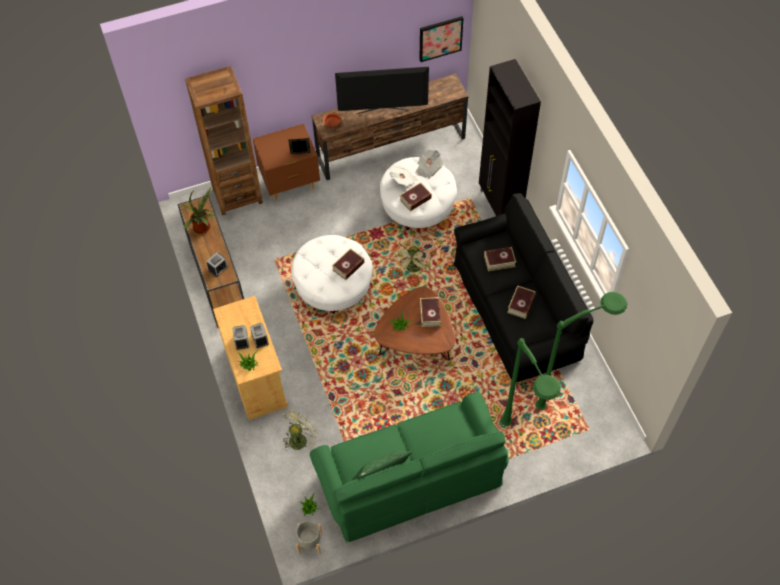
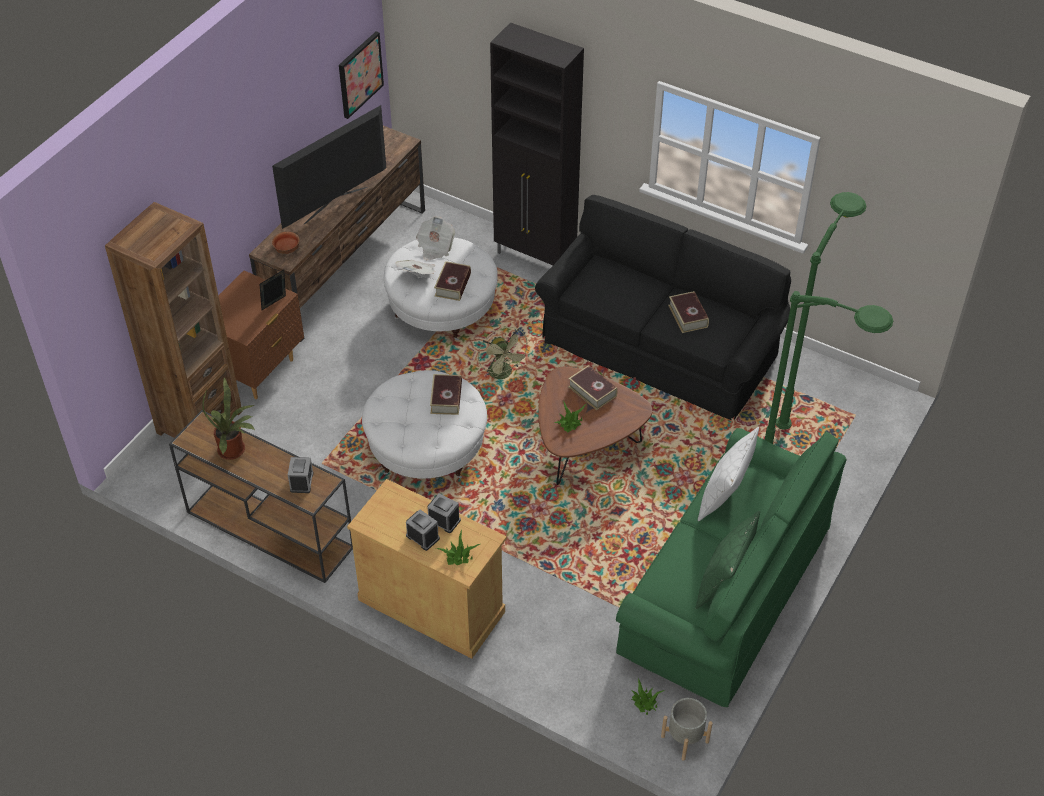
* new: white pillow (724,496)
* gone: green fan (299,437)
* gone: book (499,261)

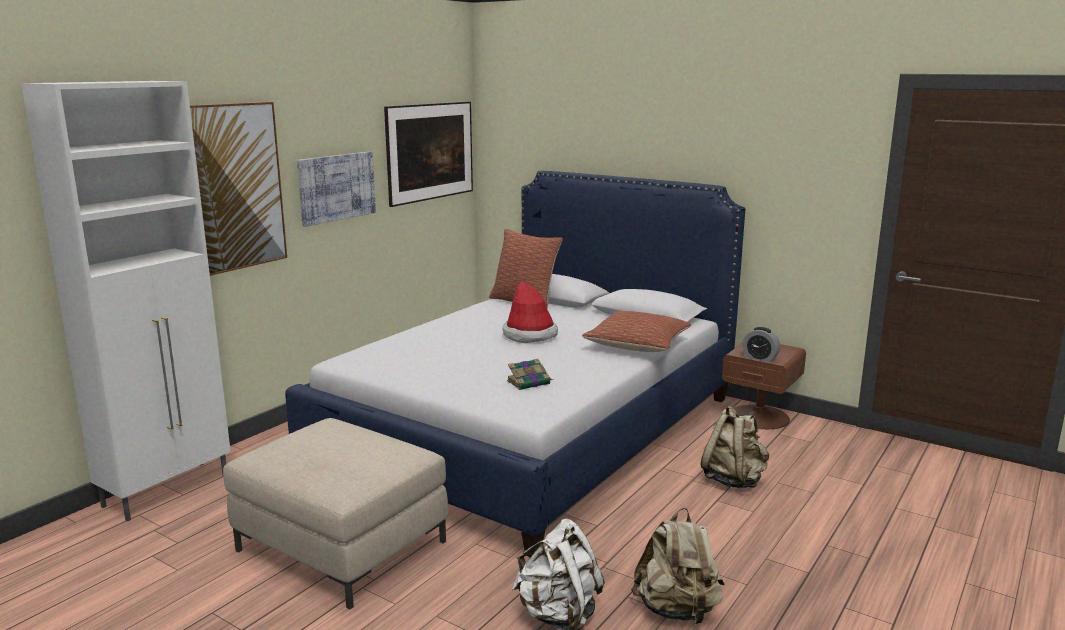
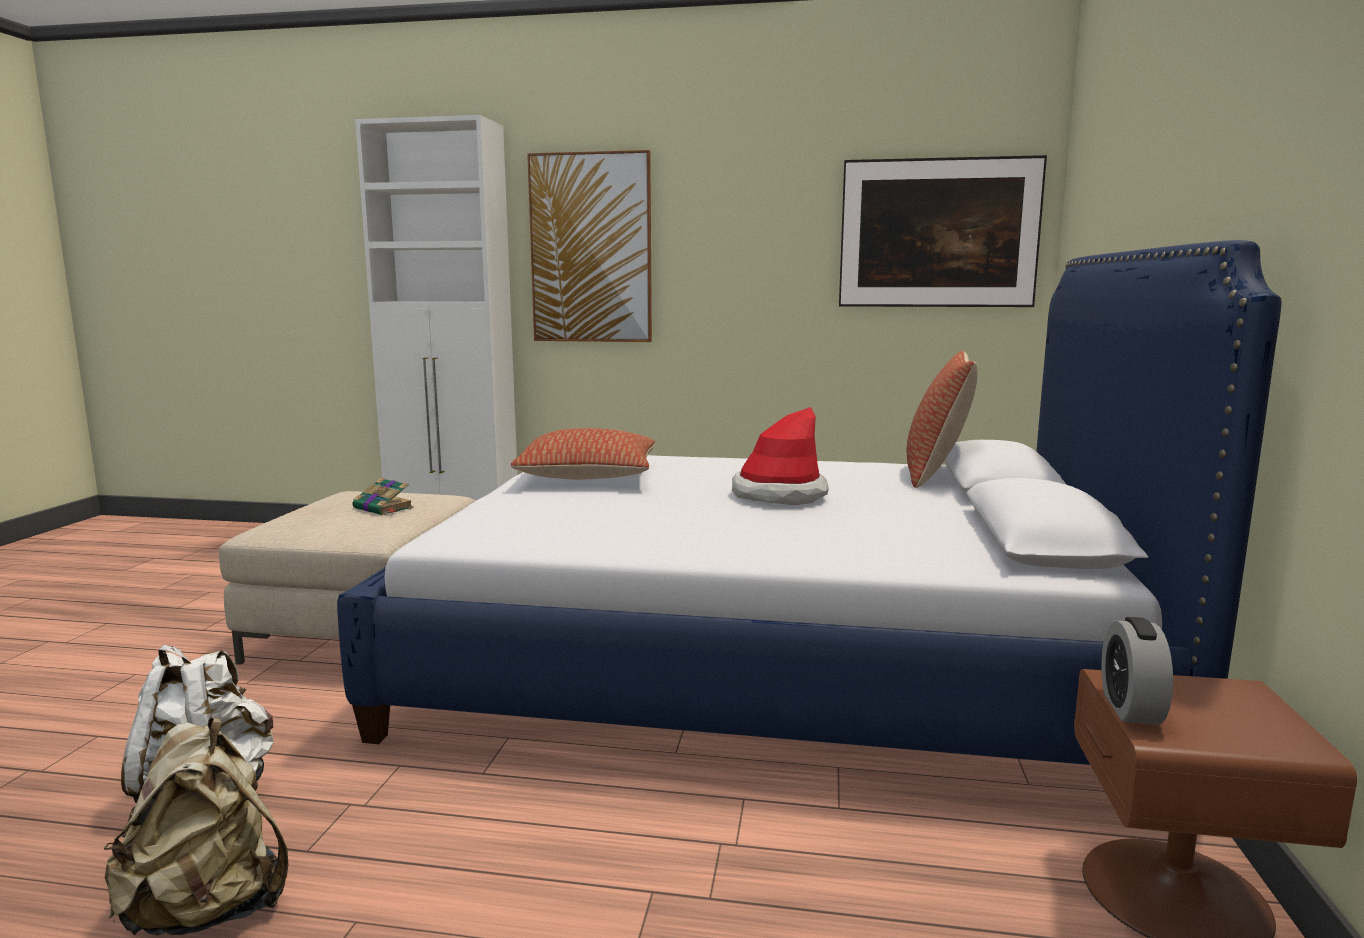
* shifted: book (529,382) to (384,508)
* shifted: pillow (637,345) to (588,476)
* gone: picture (336,187)
* gone: beige backpack (733,480)

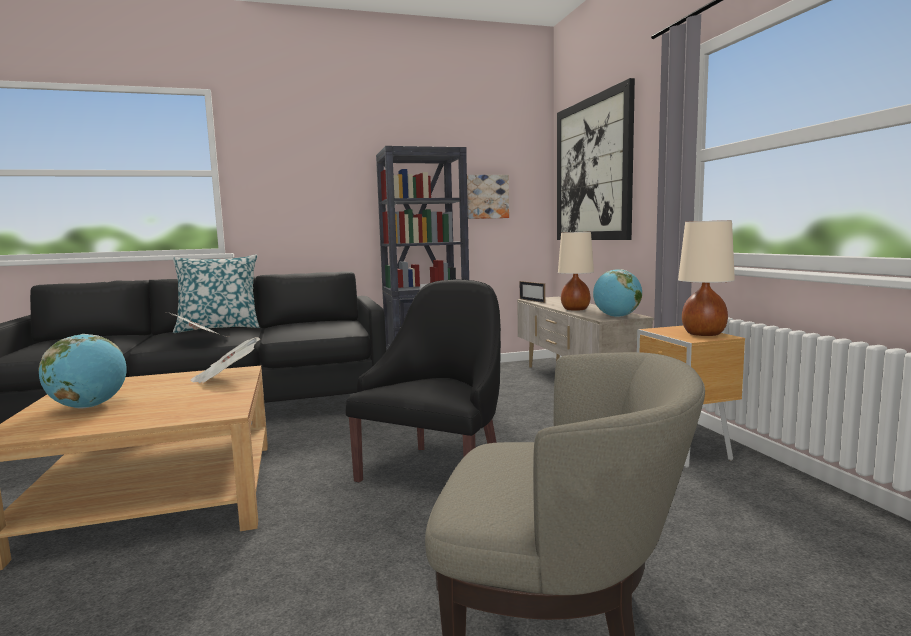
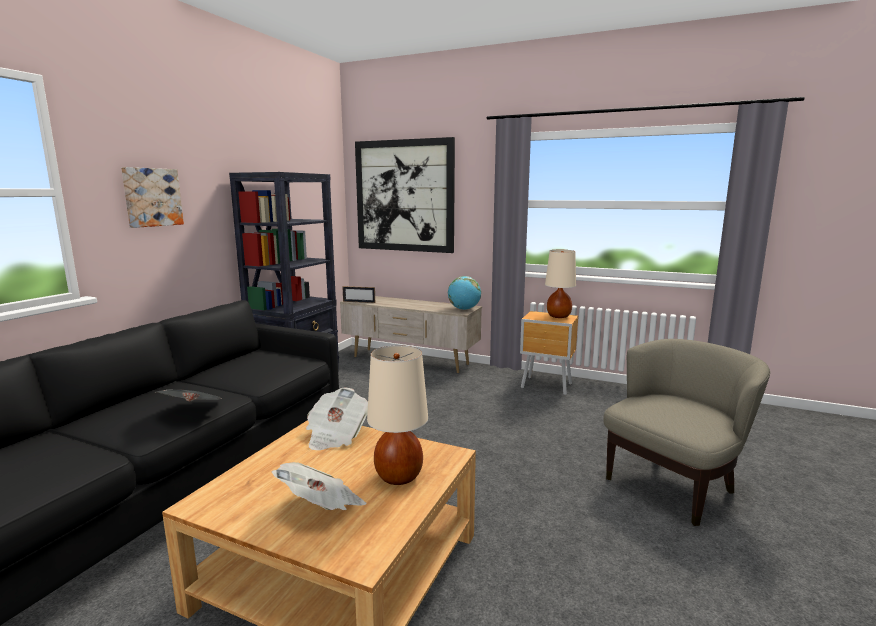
* shifted: picture (487,197) to (151,197)
* swapped: globe (89,406) to newspaper (322,507)
* shifted: beige table lamp (575,309) to (399,477)
* gone: pillow (219,328)
* gone: black armchair (437,471)

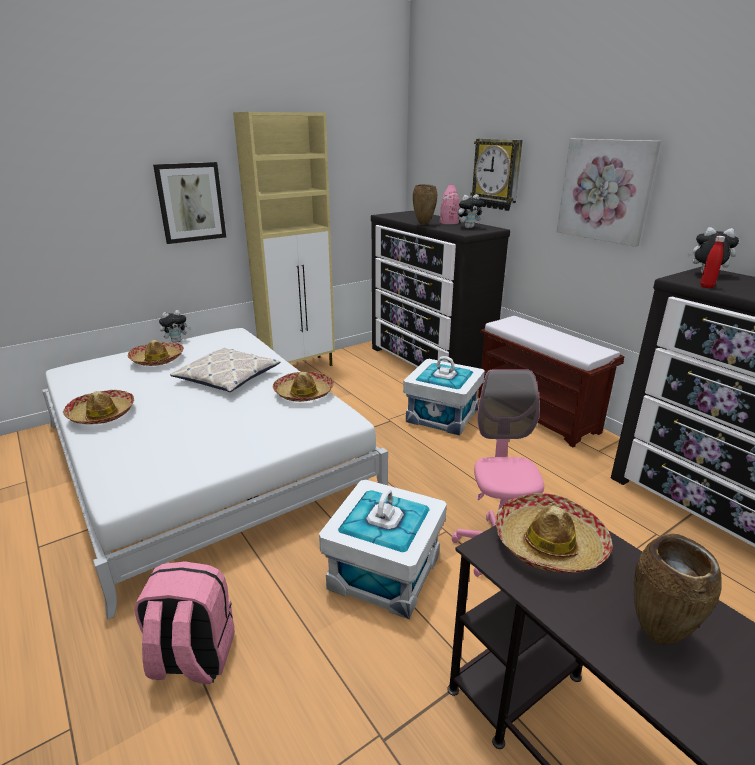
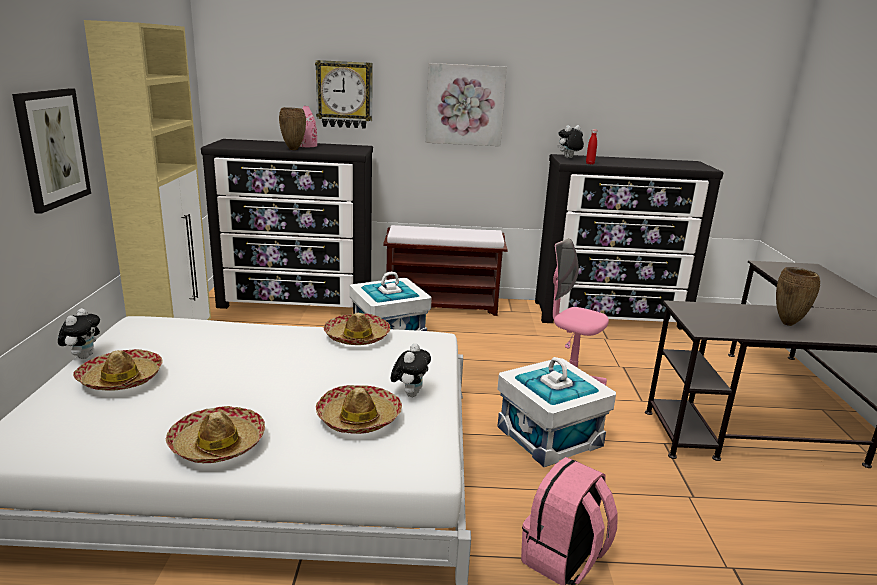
* shifted: hat (549,544) to (359,418)
* shifted: plush toy (469,227) to (410,393)
* gone: pillow (228,377)

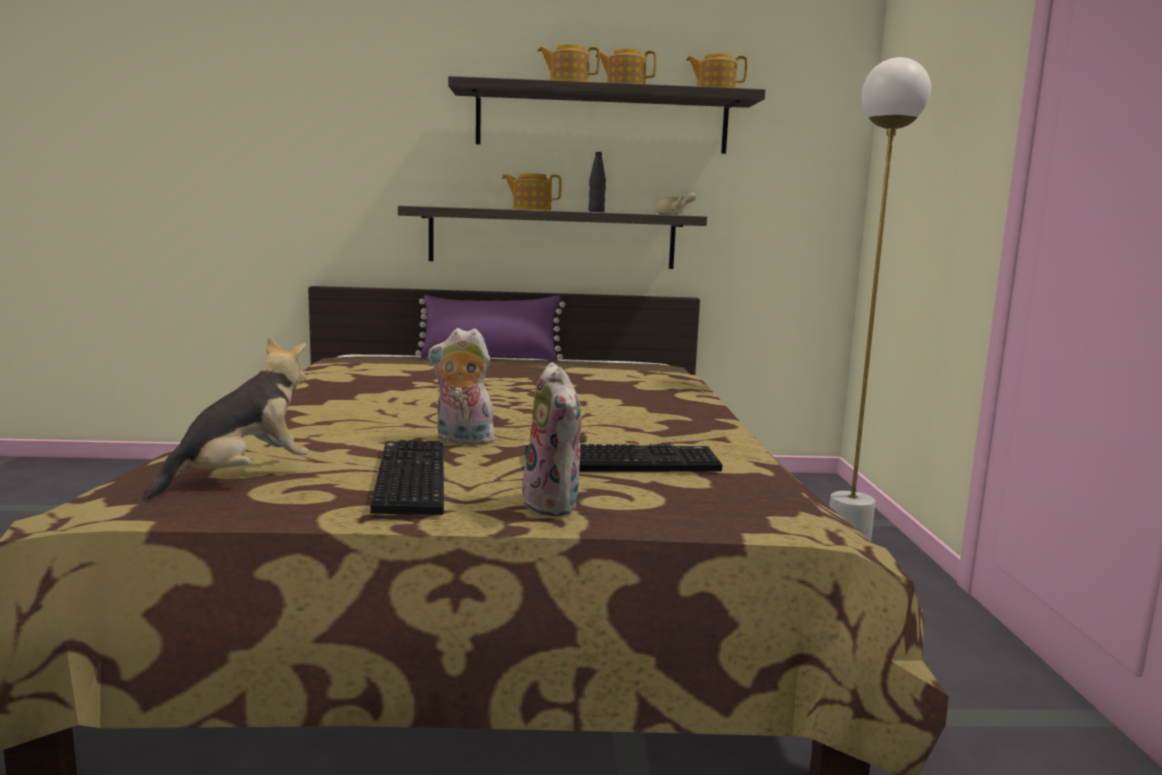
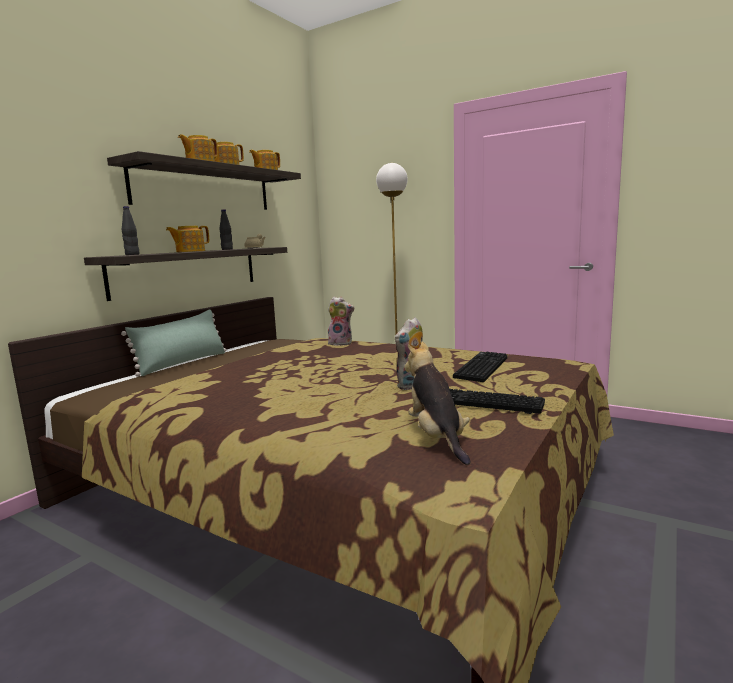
* repainted: purple pillow (490,357) to green pillow (182,363)
* new: black bottle (132,254)
* shifted: plush toy (556,505) to (341,343)

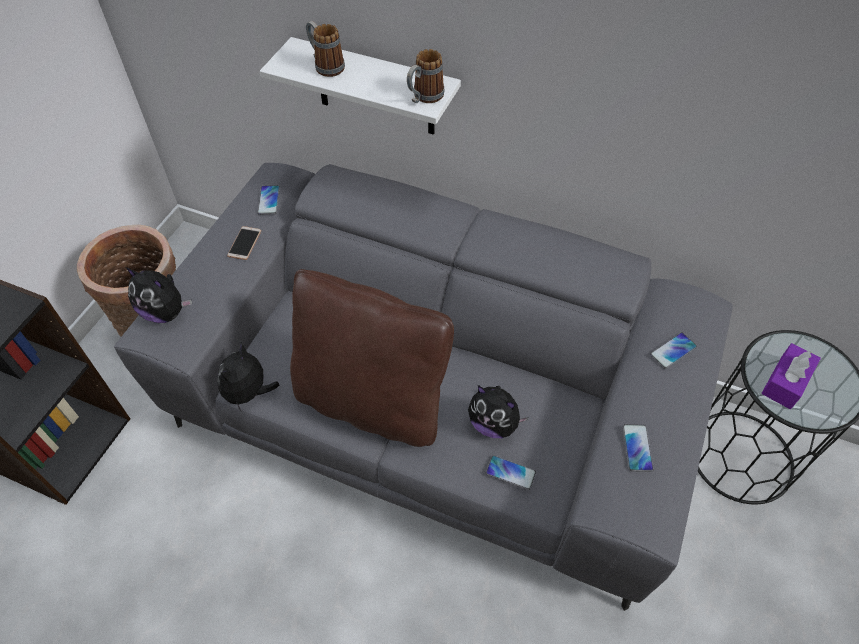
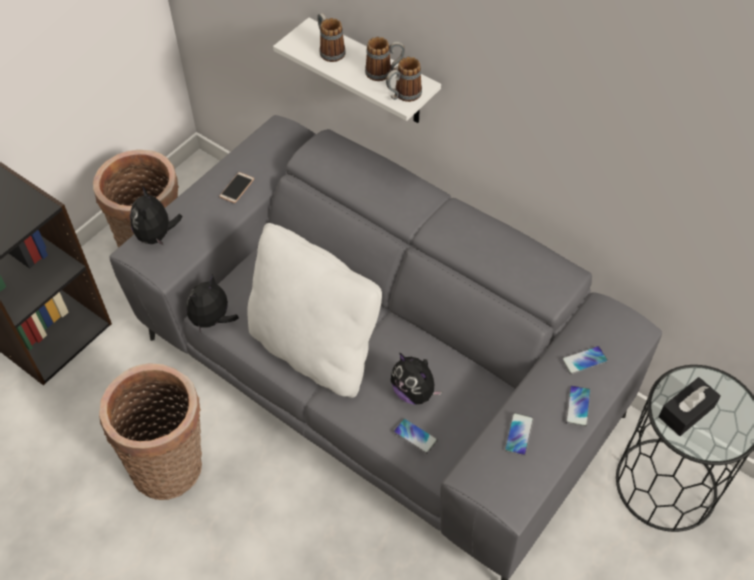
* new: basket (172,465)
* rotated: plush toy (166,312) = (157,236) 45 degrees clockwise
* repainted: brown pillow (371,401) to white pillow (314,349)
* new: mug (384,72)
* shifted: phone (269,200) to (578,406)
* repainted: purple tissue box (786,382) to black tissue box (686,412)

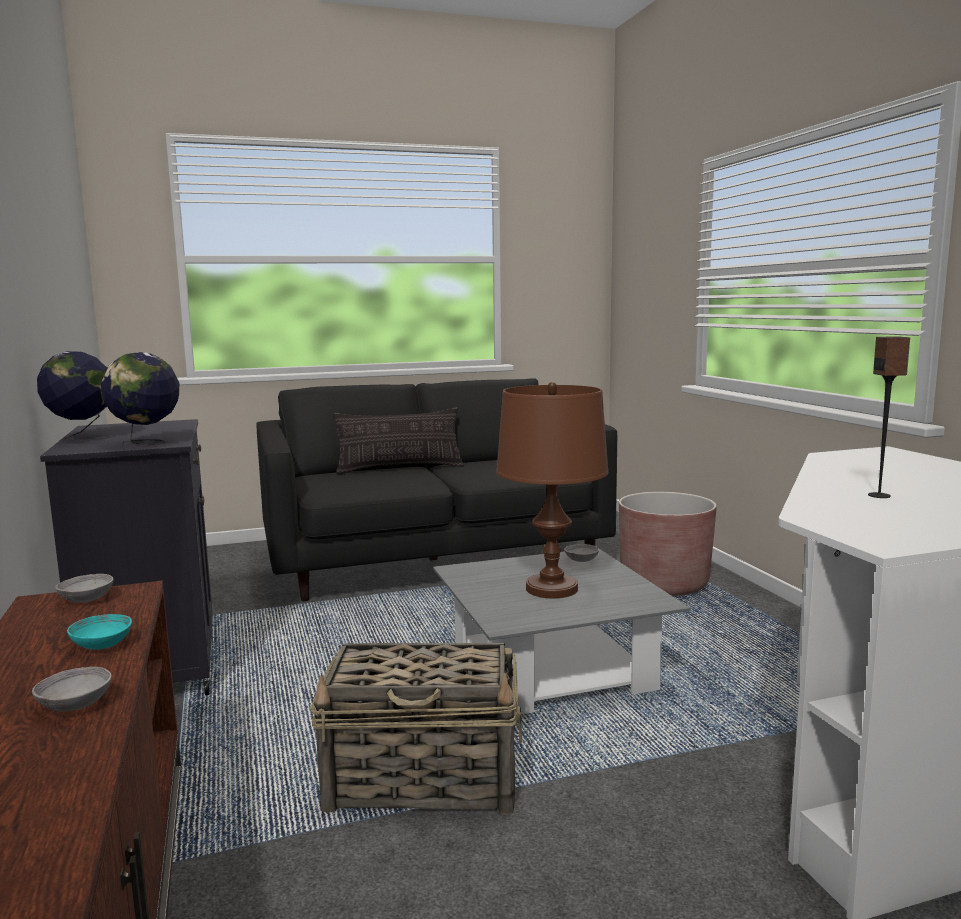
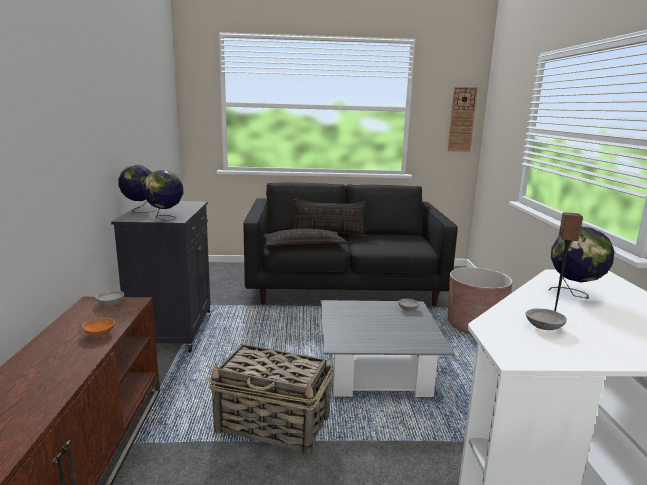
* repainted: turquoise bowl (102,645) to orange bowl (99,334)
* new: pillow (303,245)
* new: wall clock (462,119)
* shifted: grey bowl (75,705) to (544,327)
* new: globe (574,294)
* gone: brown table lamp (551,589)

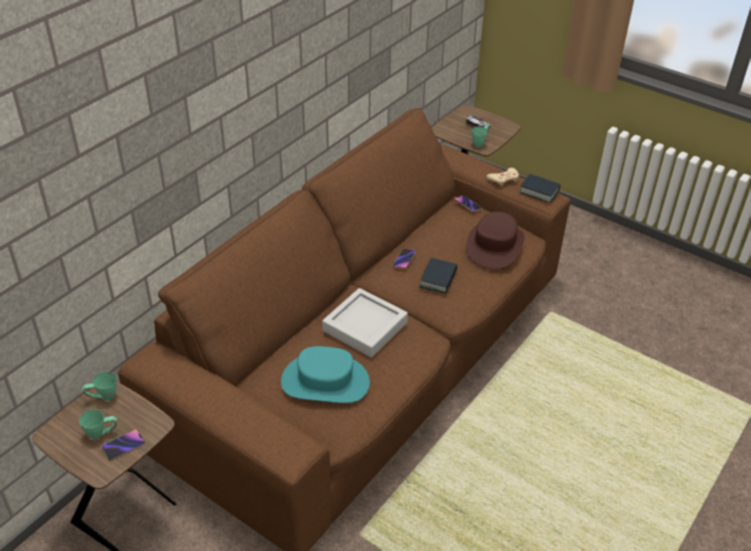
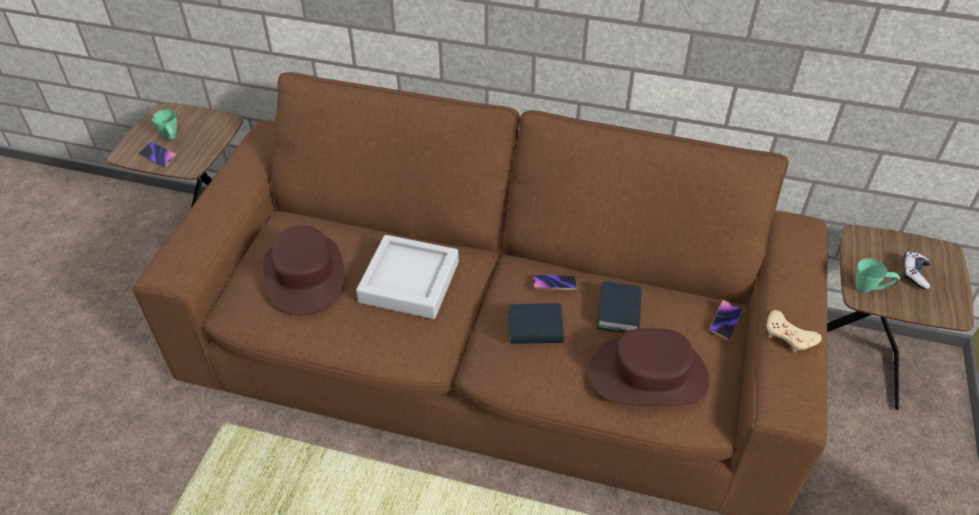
* repainted: turquoise hat (325,382) to brown hat (305,274)
* shifted: book (539,191) to (619,311)
* gone: green mug (103,397)

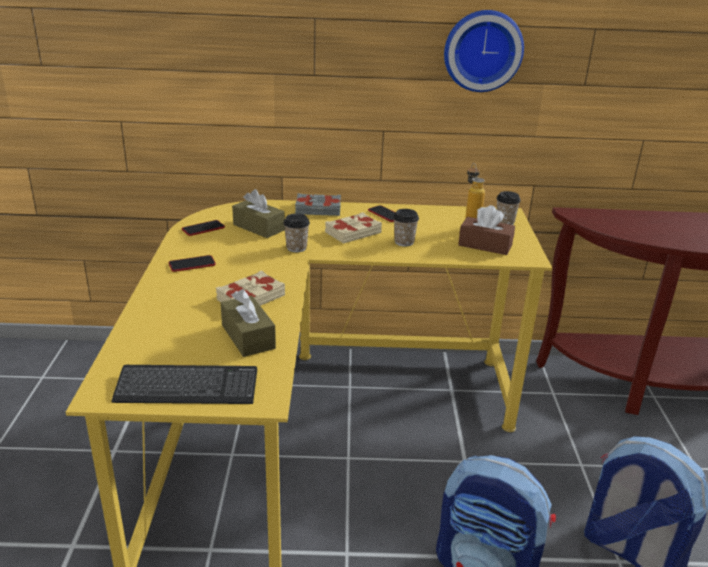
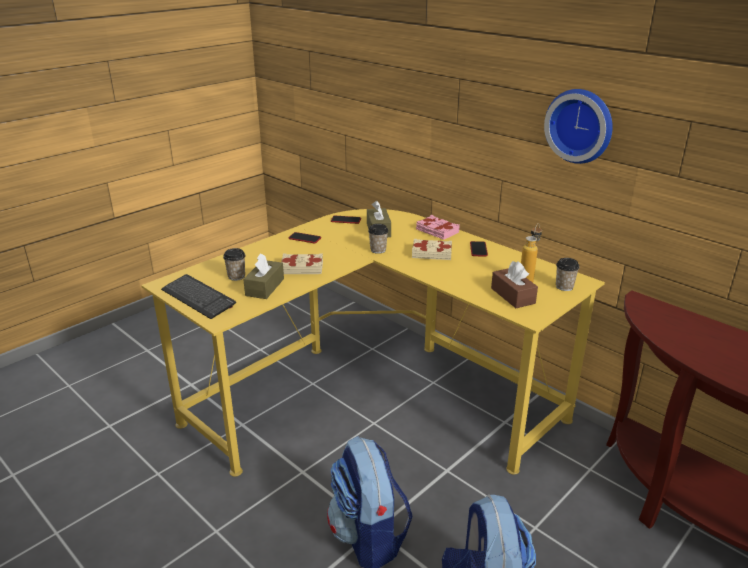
* shifted: cup (404,242) to (236,276)
* repainted: grey book (318,209) to pink book (437,231)

